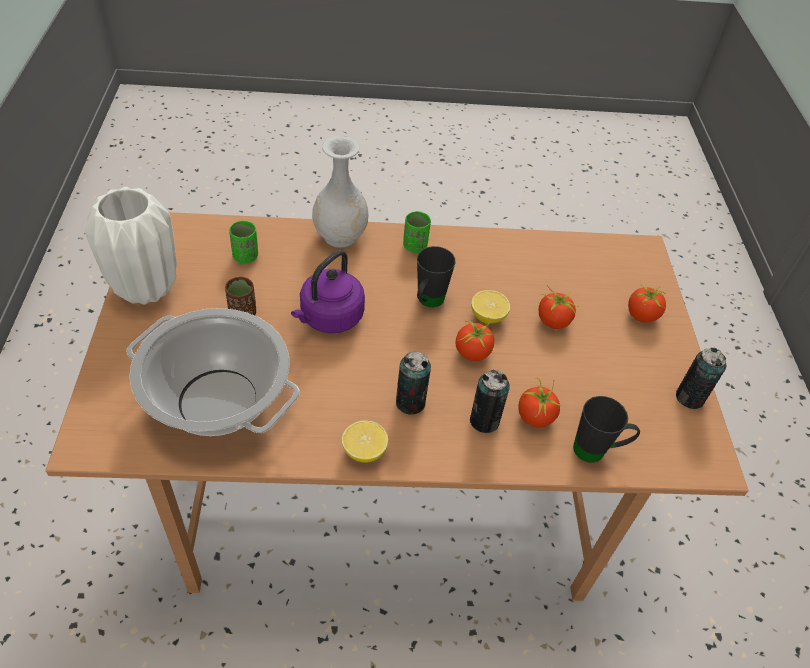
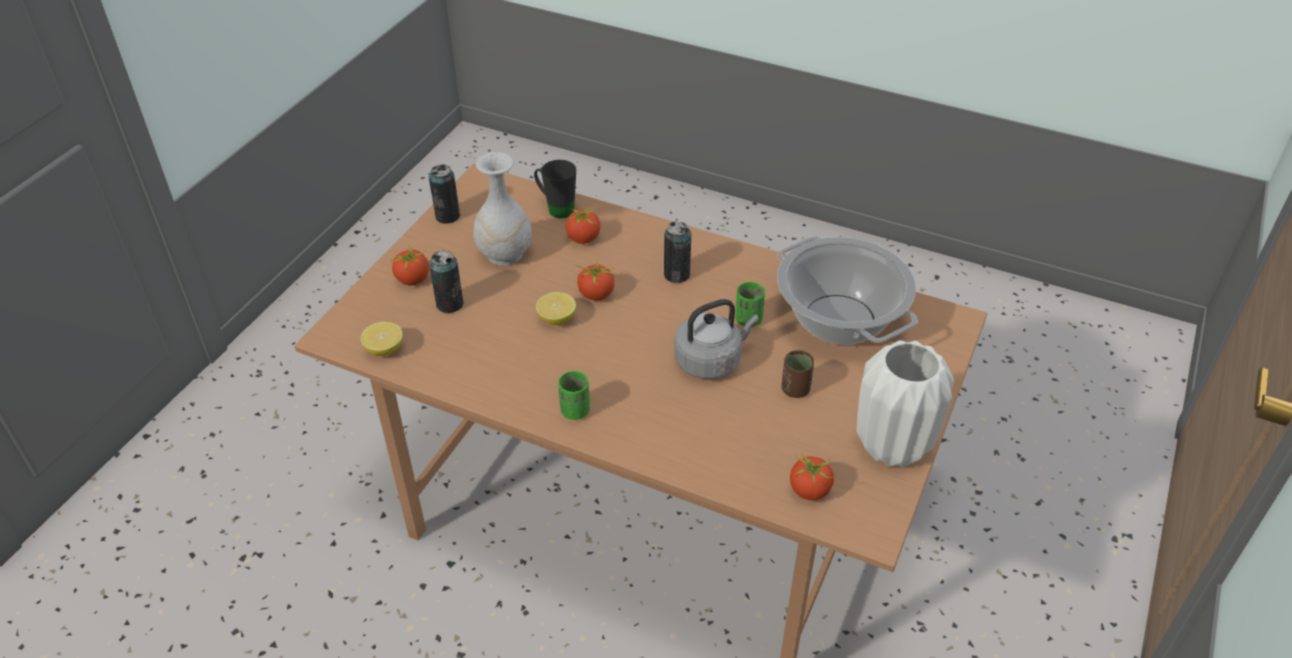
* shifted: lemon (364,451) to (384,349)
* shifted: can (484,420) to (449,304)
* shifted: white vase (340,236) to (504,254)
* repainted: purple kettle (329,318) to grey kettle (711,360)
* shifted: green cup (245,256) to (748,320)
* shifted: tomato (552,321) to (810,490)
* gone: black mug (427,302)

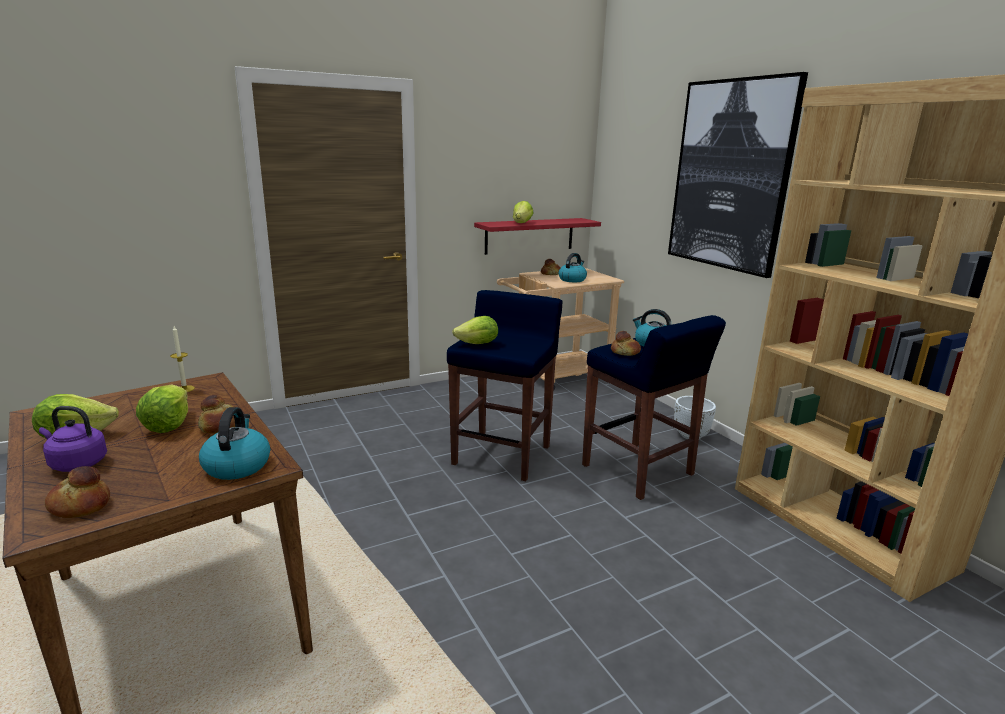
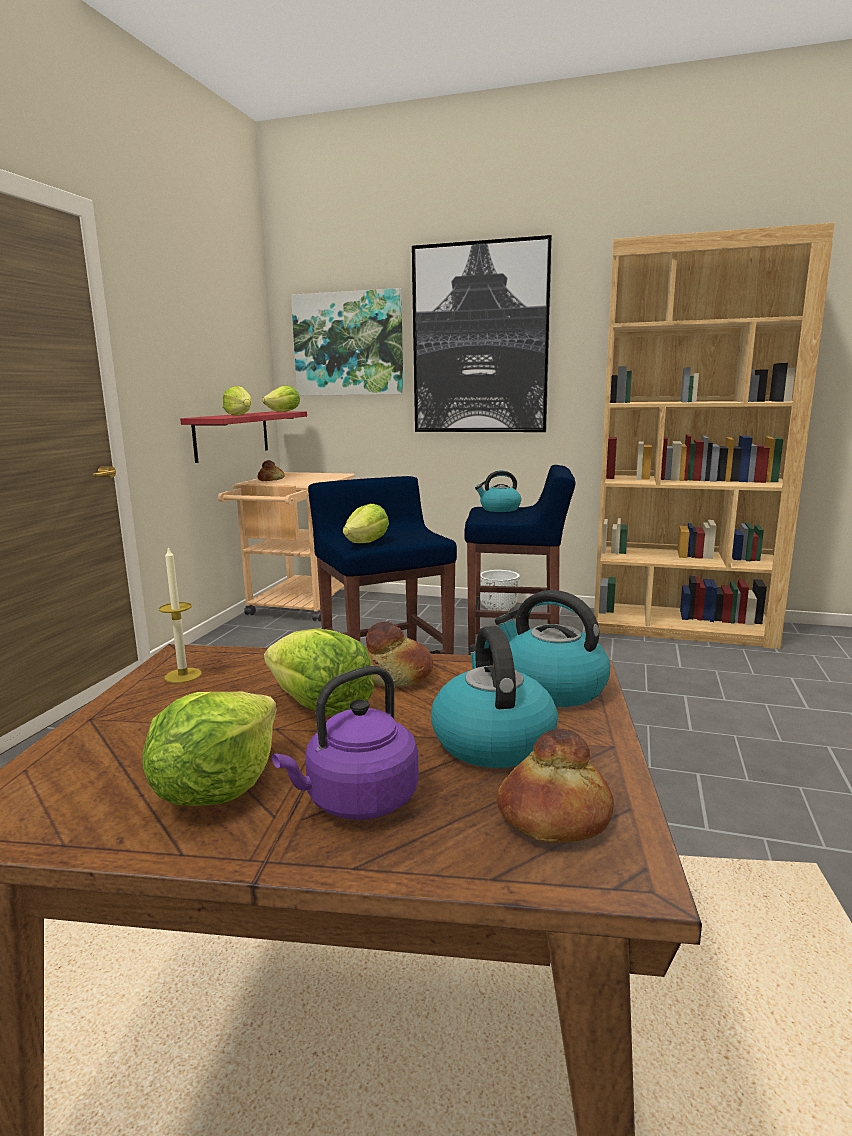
* new: lettuce (284,411)
* new: picture (348,344)
* shifted: kettle (572,279) to (492,740)
* gone: bread (625,352)

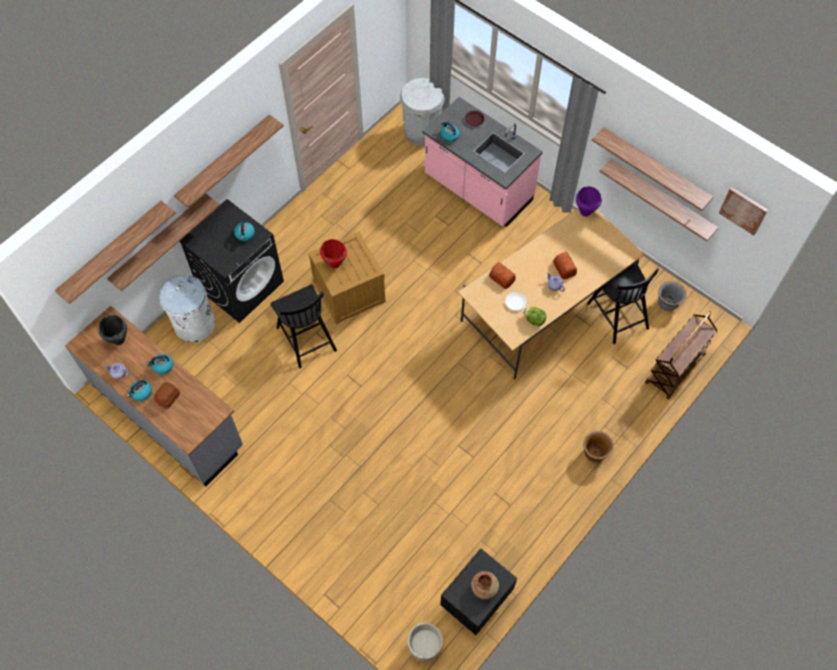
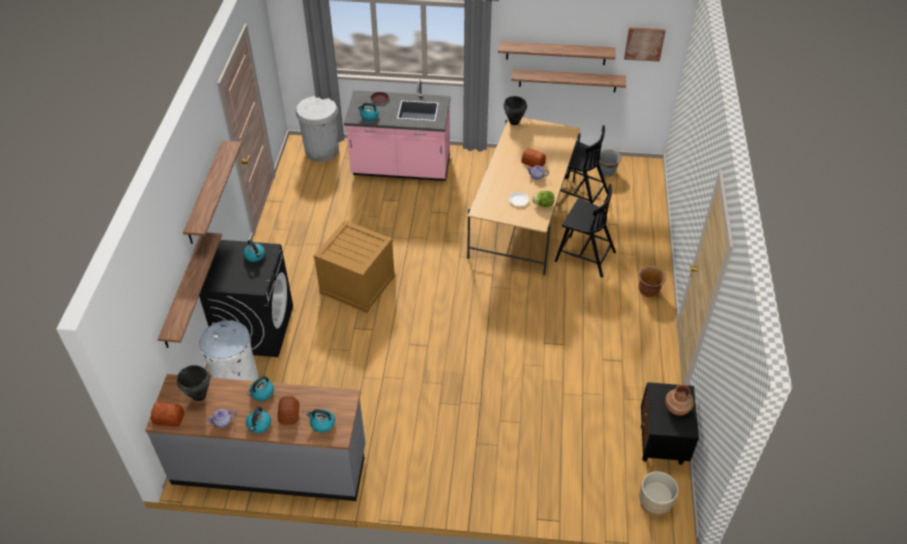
* shifted: bread (502,277) to (168,417)
* new: kettle (322,424)
* repainted: purple cooking pot (585,212) to black cooking pot (514,122)
* shifted: black chair (306,337) to (584,256)
* gone: shelf (112,251)
* gone: red cooking pot (334,263)
* gone: brown cart (675,369)

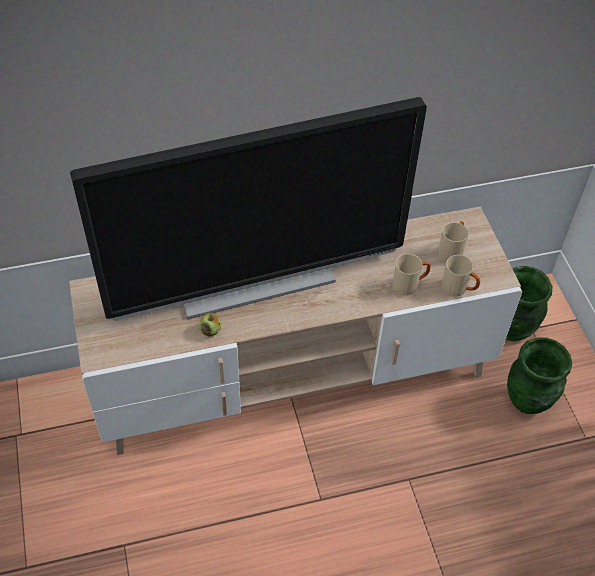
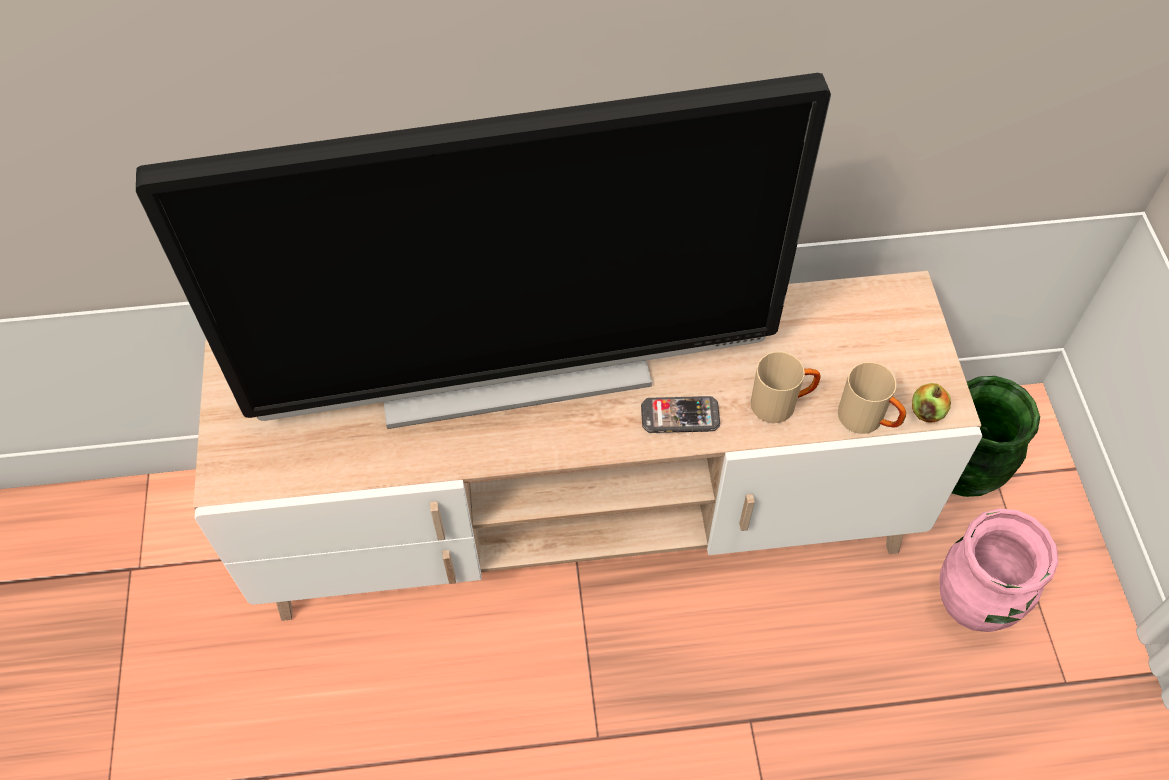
* new: phone (680,416)
* shifted: apple (210,330) to (926,412)
* repainted: green vase (528,400) to pink vase (974,604)
* gone: beige mug (452,250)

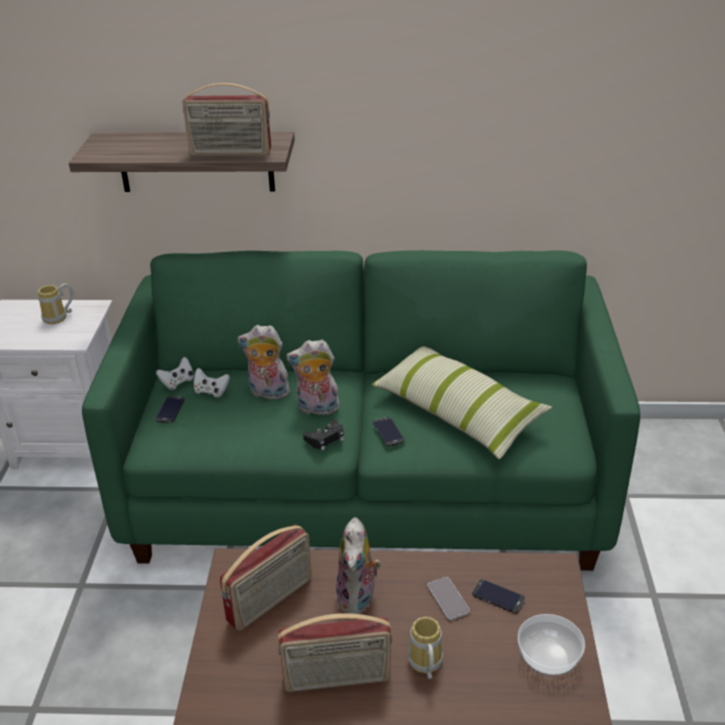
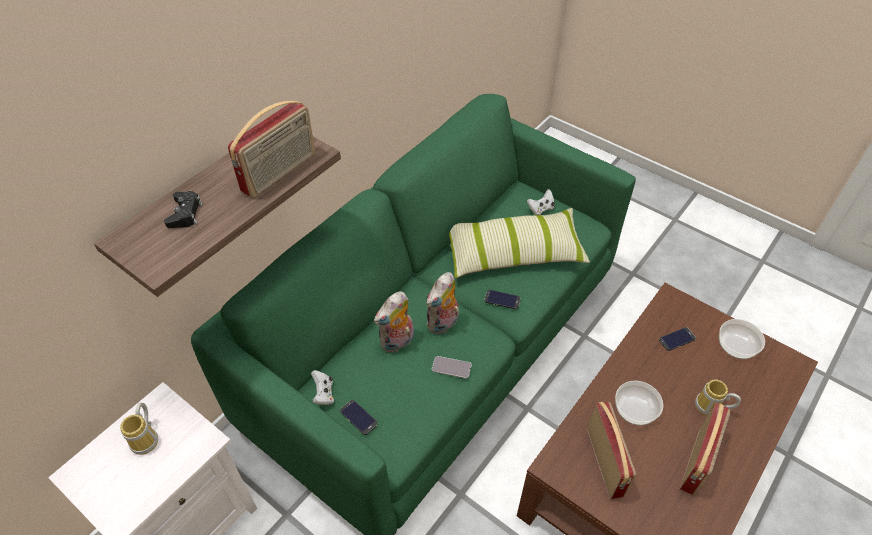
* shifted: black game controller (325,438) to (185,213)
* shifted: phone (448,599) to (451,367)
* shifted: white game controller (211,391) to (540,209)
* swapped: plush toy (358,598) to bowl (634,410)

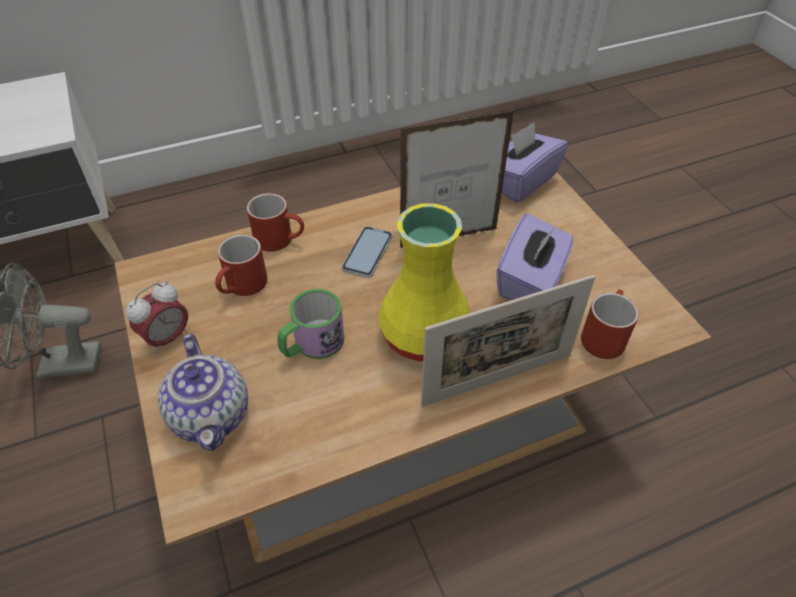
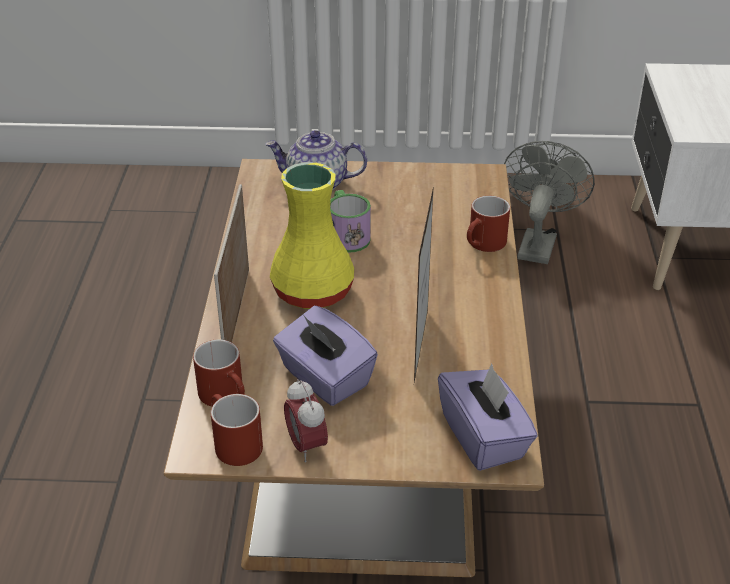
* shifted: red mug (243,287) to (232,443)
* shifted: alarm clock (167,338) to (306,446)
* gone: phone (367,252)

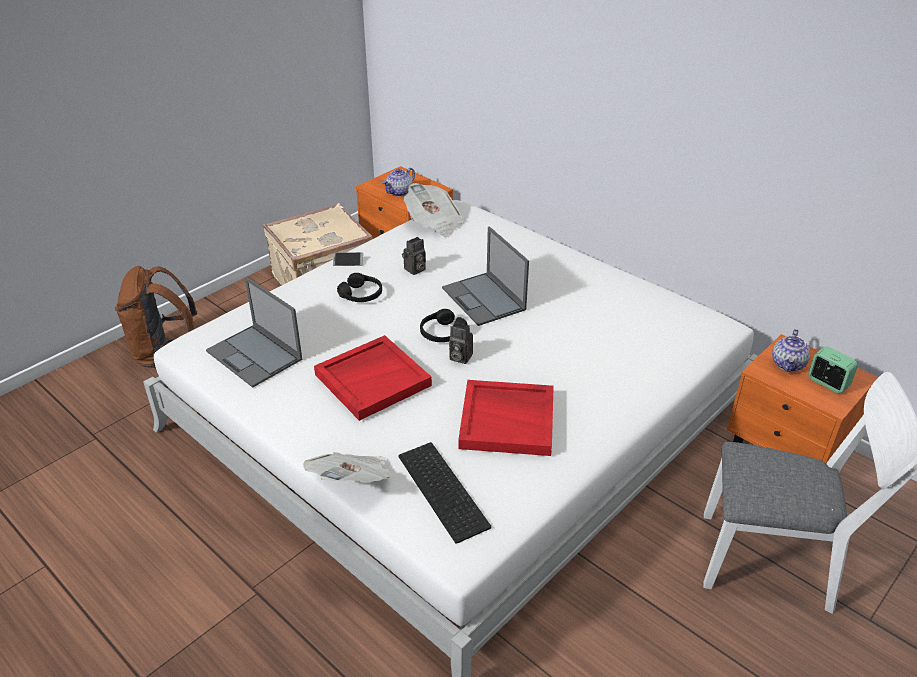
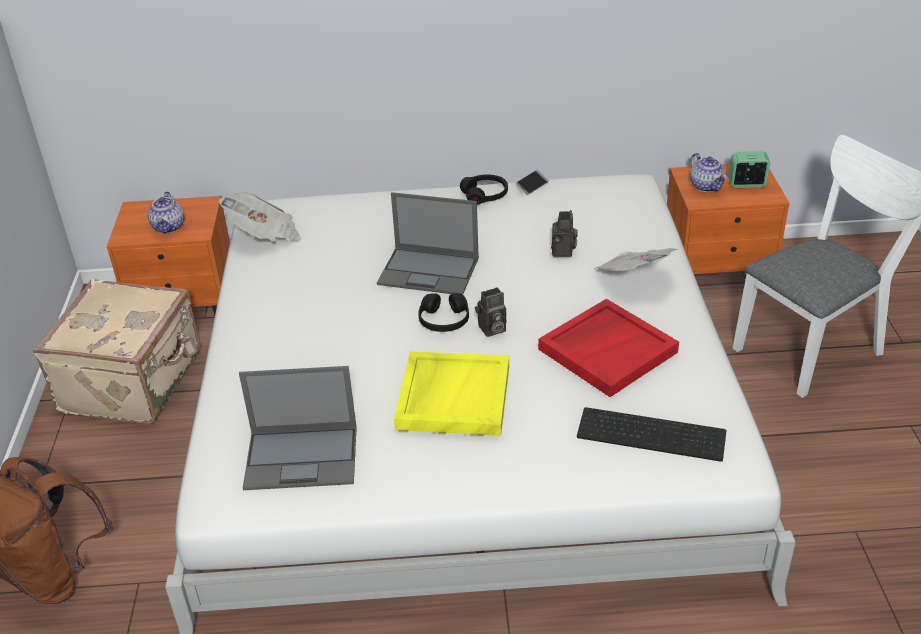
* repainted: red tray (373,379) to yellow tray (453,396)
* shifted: black headphones (361,294) to (485,195)
* shifted: phone (348,262) to (532,185)
* shifted: photo camera (414,270) to (563,252)
* shifted: newspaper (353,483) to (634,276)

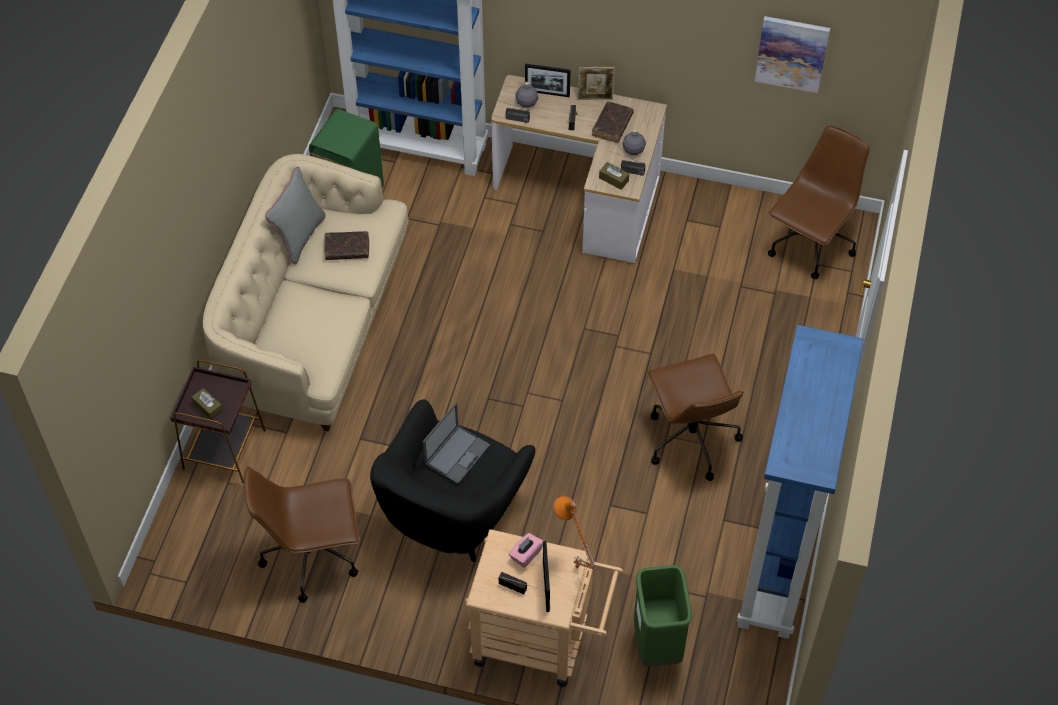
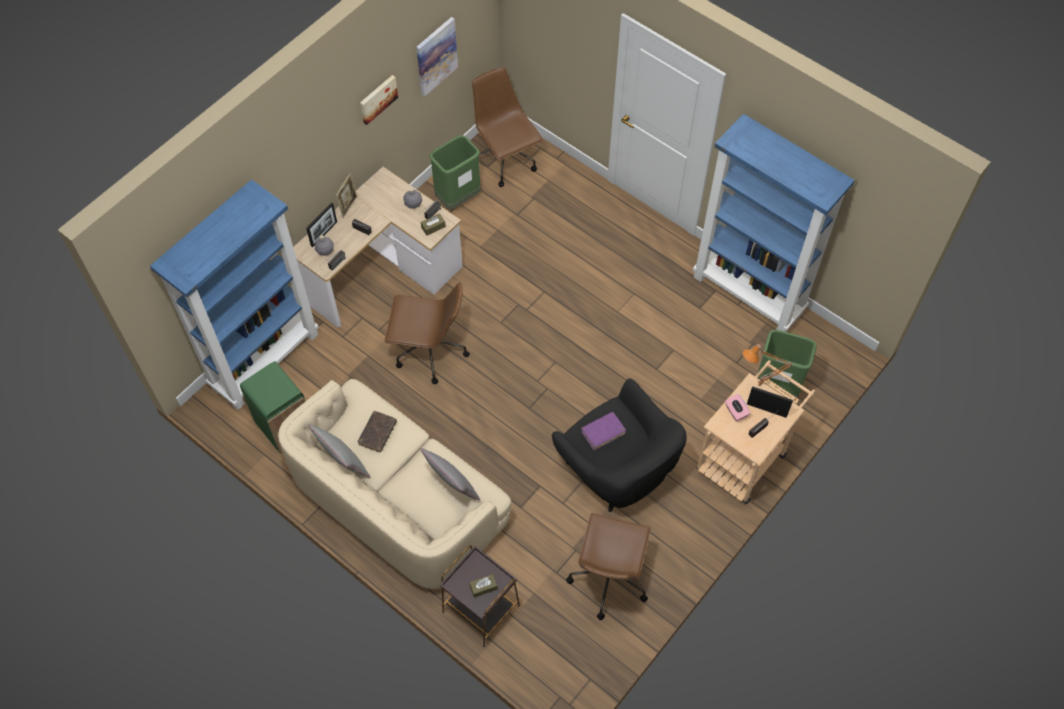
* new: picture (377,98)
* shifted: brown office chair (690,439) to (429,352)
* new: grey pillow (452,487)
* new: green trash can (458,198)
* swapped: laptop (457,454) to purple book (603,433)
* gone: brown book (612,126)

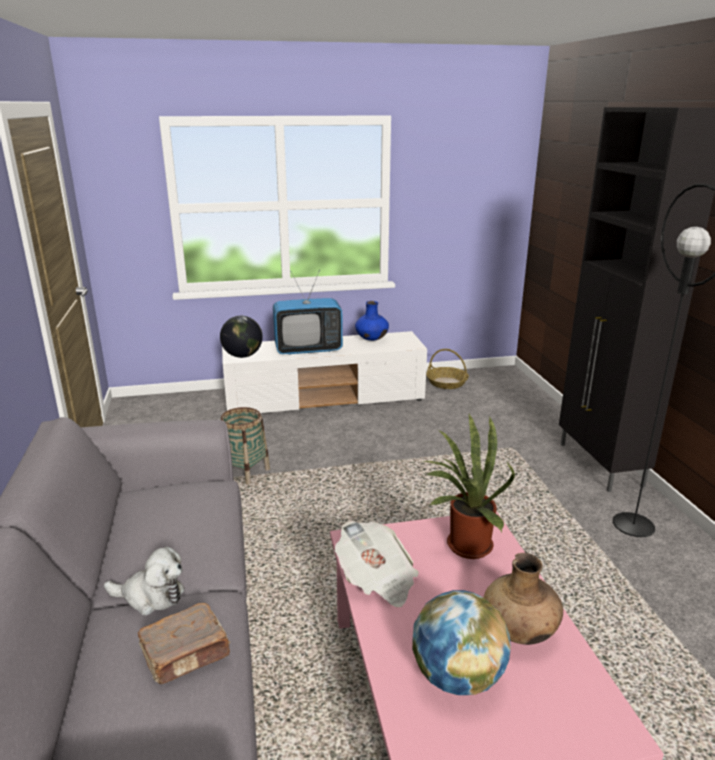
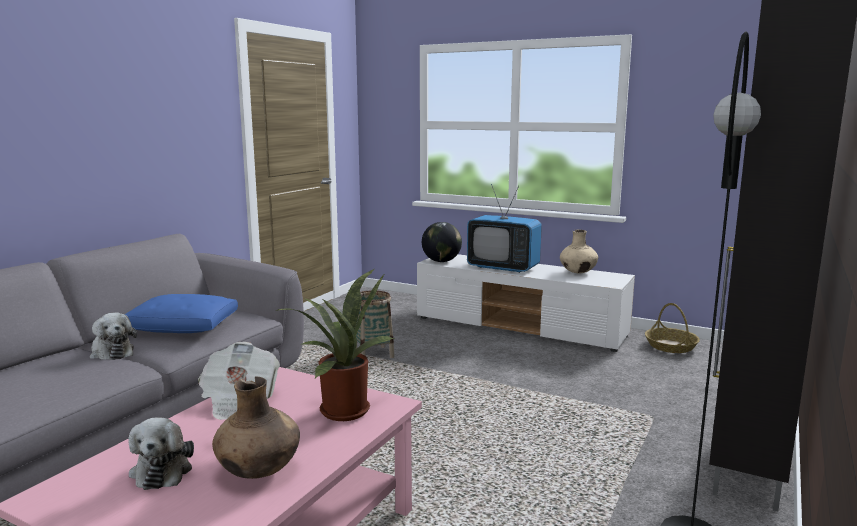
* new: blue pillow (181,327)
* swapped: globe (457,676) to plush toy (162,469)
* repainted: blue vase (371,339) to beige vase (578,272)
* gone: brown book (187,654)

